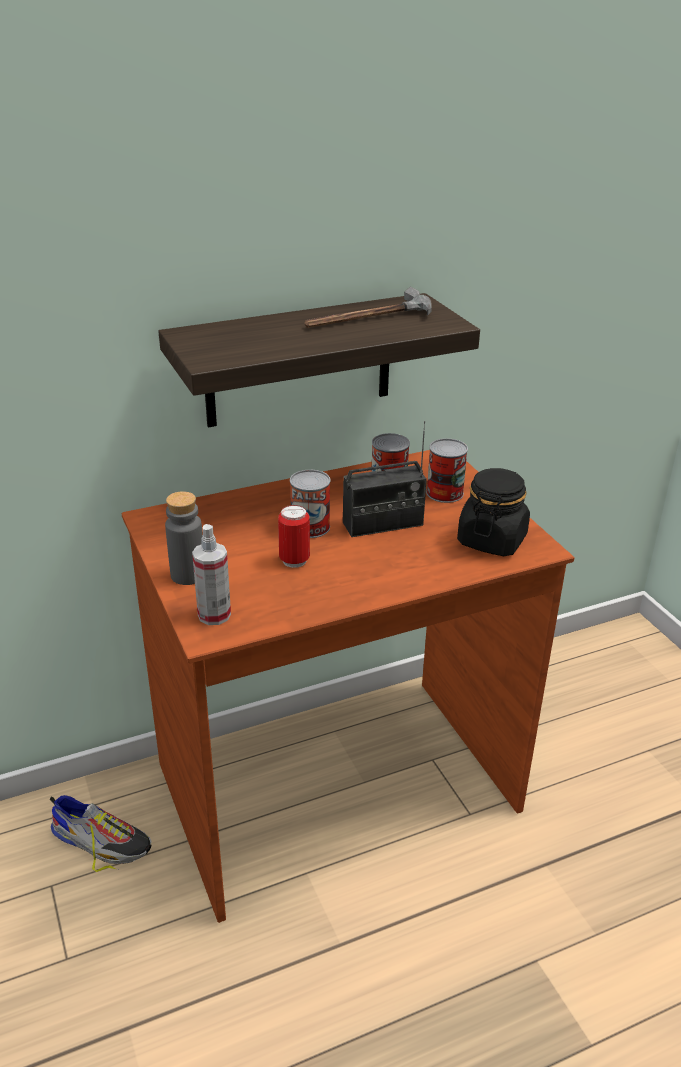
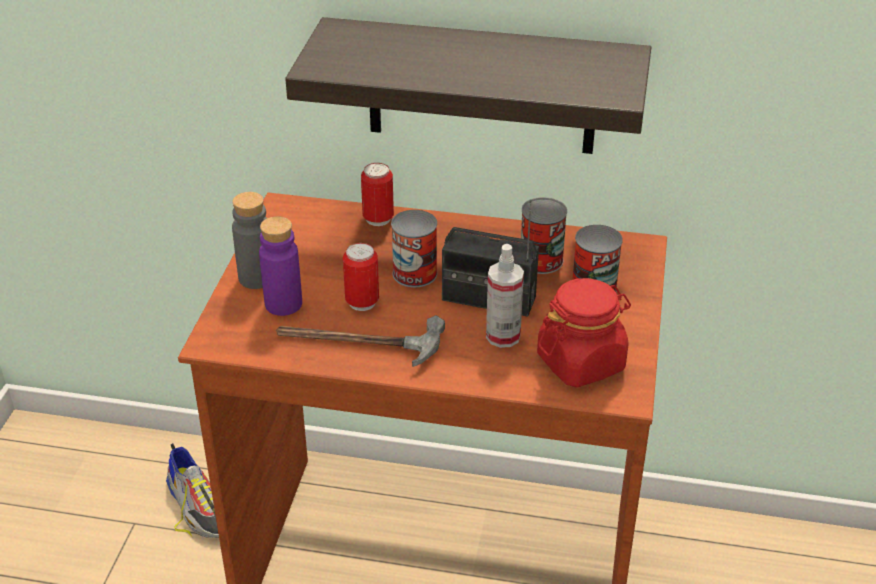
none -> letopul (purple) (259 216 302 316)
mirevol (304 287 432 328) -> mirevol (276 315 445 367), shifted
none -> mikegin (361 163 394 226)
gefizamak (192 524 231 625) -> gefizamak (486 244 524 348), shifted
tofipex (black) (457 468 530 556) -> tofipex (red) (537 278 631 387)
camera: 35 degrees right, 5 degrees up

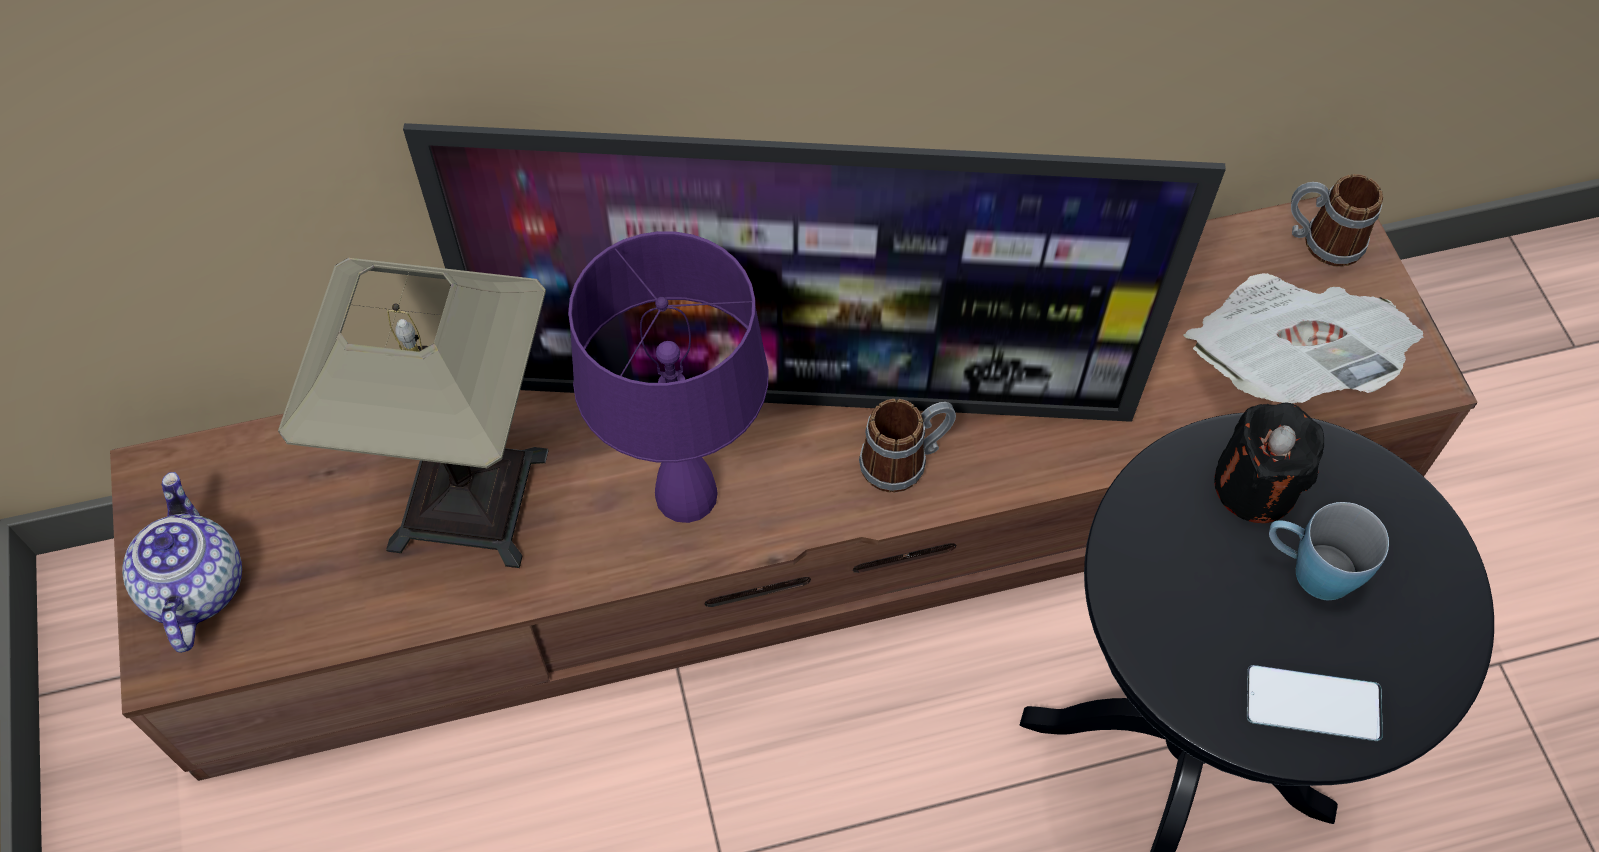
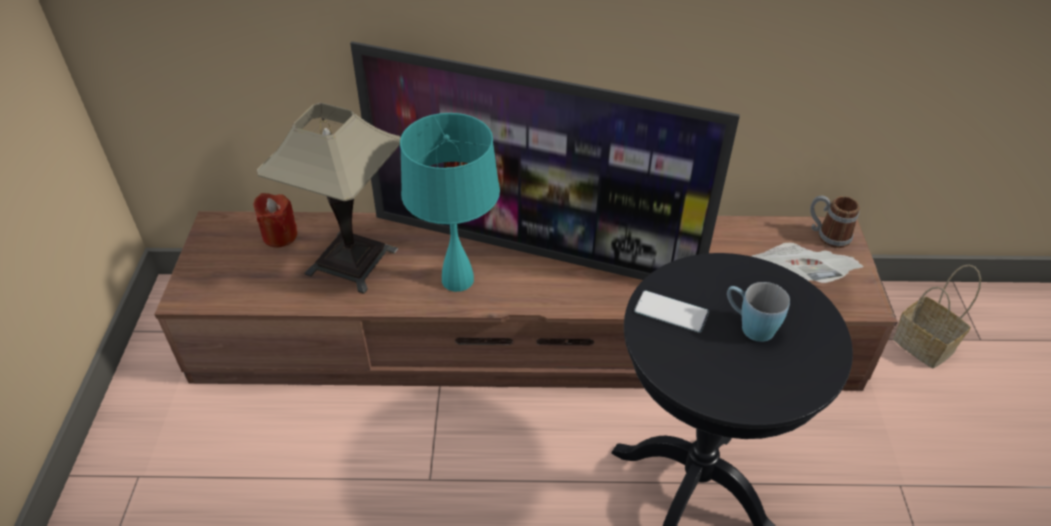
none -> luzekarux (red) (253 193 297 248)
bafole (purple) (568 231 769 523) -> bafole (turquoise) (400 113 500 292)
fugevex (1247 665 1383 741) -> fugevex (634 290 709 333), shifted
none -> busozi (893 264 981 368)
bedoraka (122 472 242 653) -> none
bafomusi (859 399 956 493) -> none
luzekarux (black) (1214 402 1324 523) -> none
camera: 15 degrees right, 15 degrees down

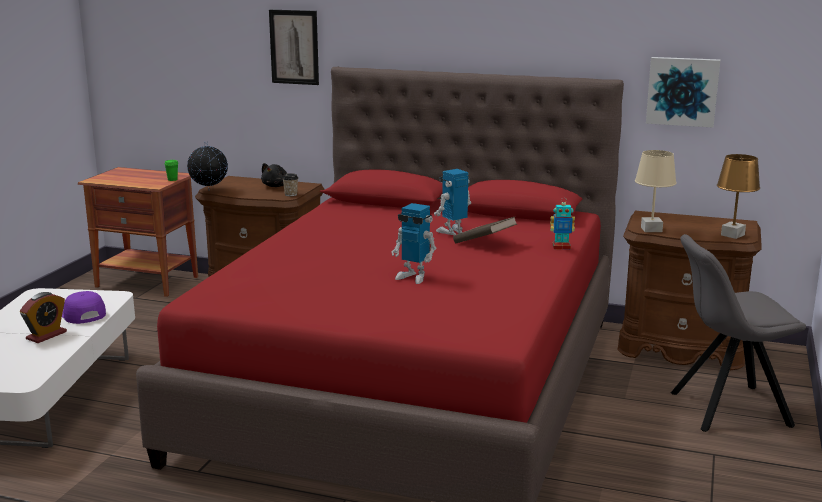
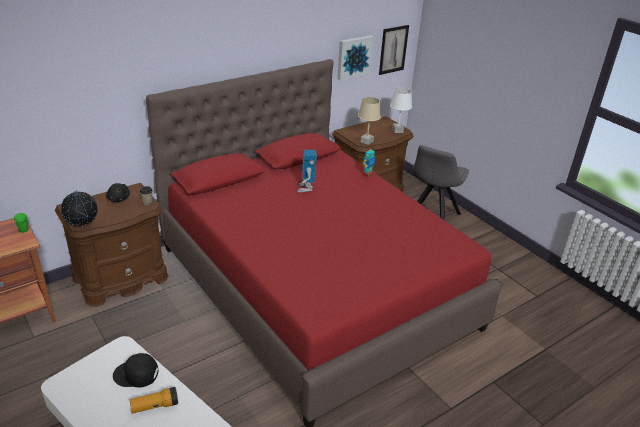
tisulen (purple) (62 291 106 324) -> tisulen (black) (113 353 158 387)
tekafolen (20 292 67 343) -> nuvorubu (130 387 178 414)
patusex (269 10 319 85) -> patusex (379 25 409 75), shifted
bafole (brown) (717 154 760 239) -> bafole (white) (390 87 412 133)
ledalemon (392 203 436 284) -> none
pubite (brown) (453 217 517 243) -> none
camera: 55 degrees left, 15 degrees up

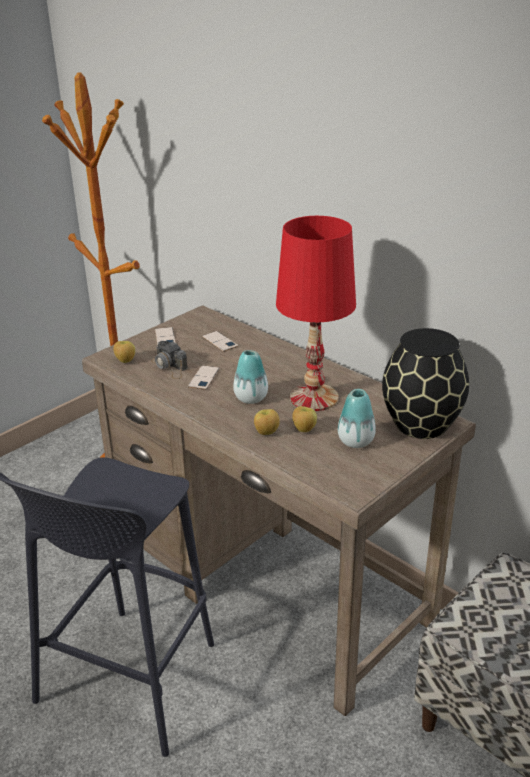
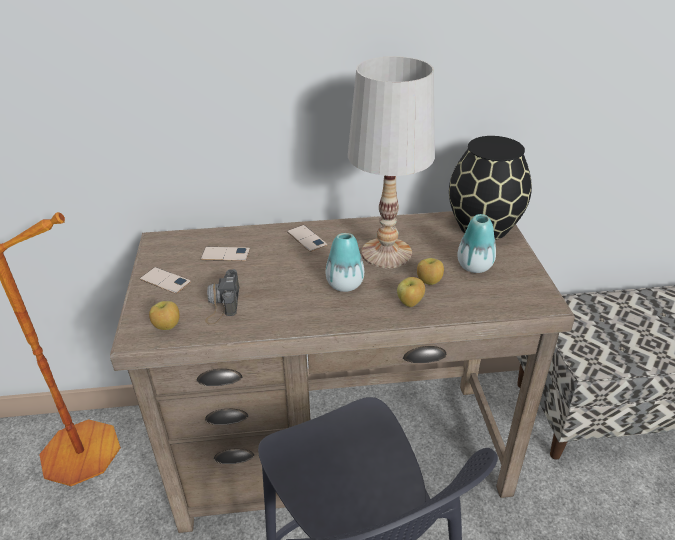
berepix (151 341 188 379) -> berepix (205 269 239 325), 90 degrees clockwise
fugevex (188 365 220 390) -> fugevex (287 225 327 252), shifted
bafole (red) (276 216 356 411) -> bafole (white) (348 56 435 268)
camera: 50 degrees left, 5 degrees up

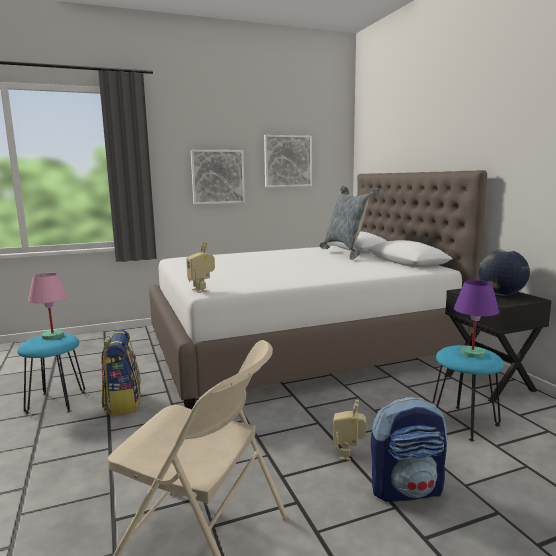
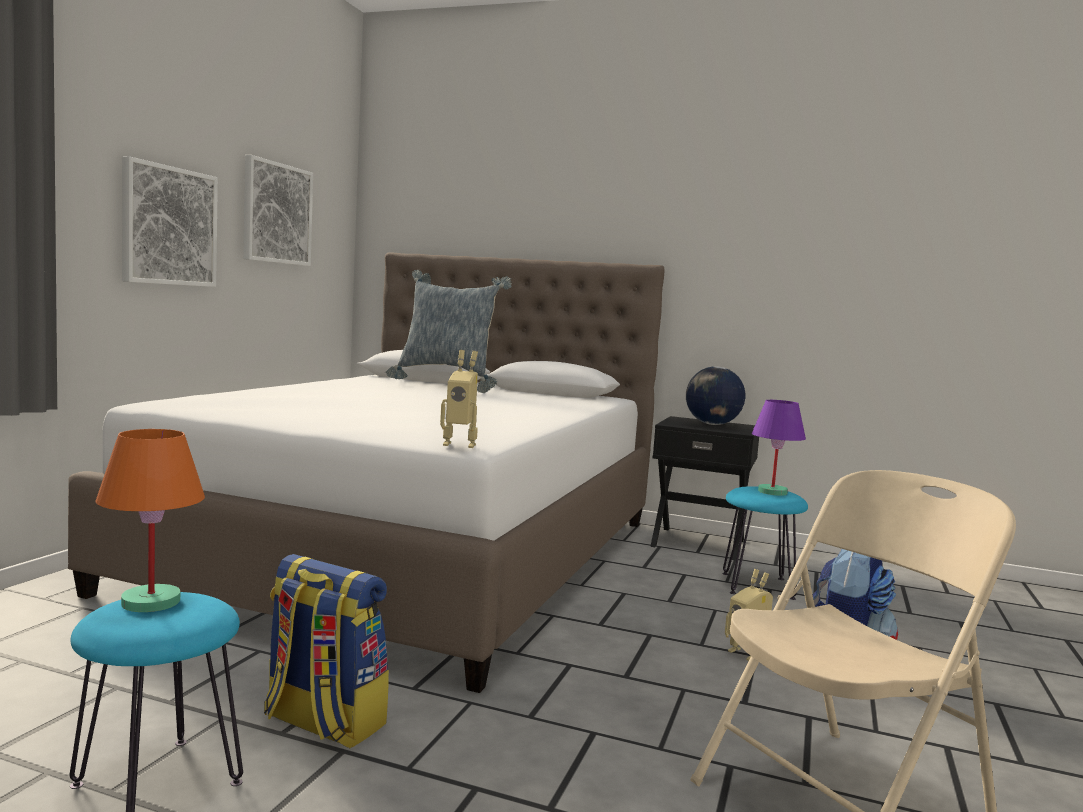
bafole (pink) (28 273 68 340) -> bafole (orange) (95 429 205 612)
camera: 50 degrees left, 5 degrees down

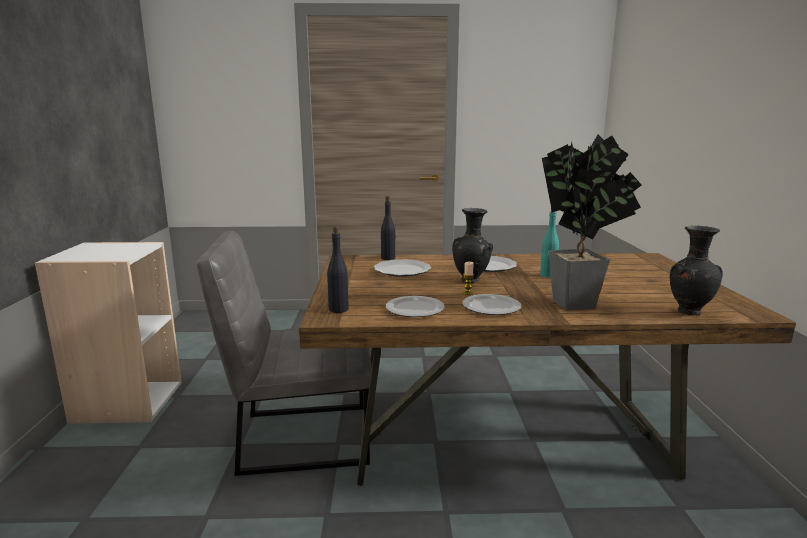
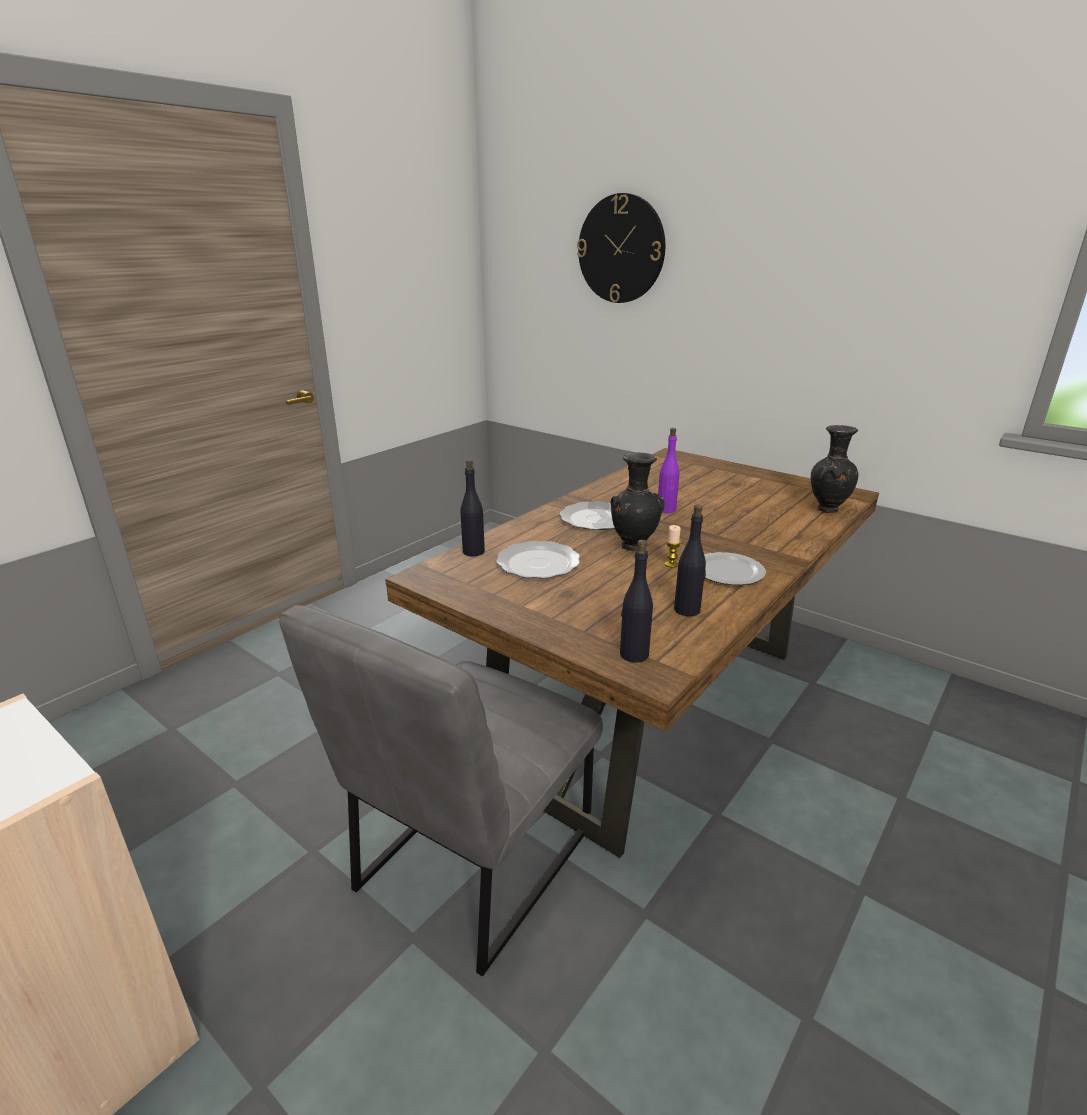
none -> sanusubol (577 193 665 303)
letopul (turquoise) (540 209 559 278) -> letopul (purple) (658 428 679 513)
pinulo (386 296 445 317) -> letopul (black) (674 505 706 616)
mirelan (542 134 641 310) -> none
camera: 50 degrees left, 10 degrees up

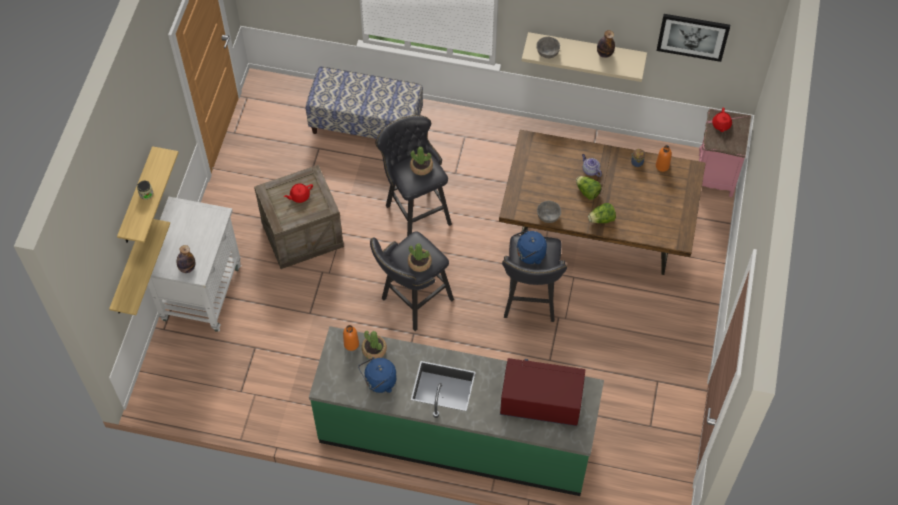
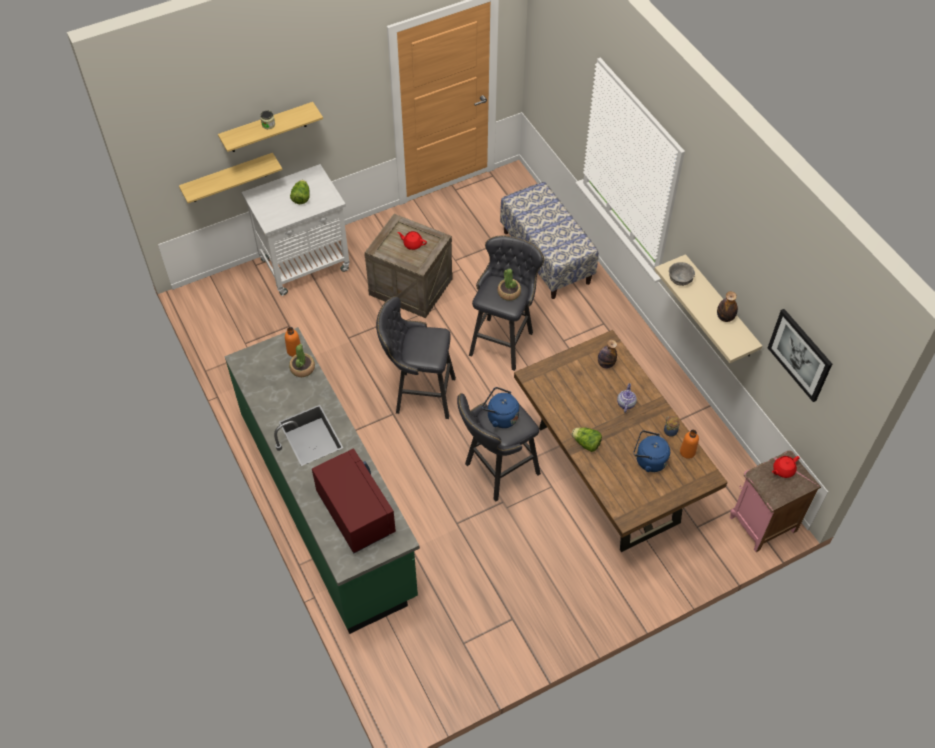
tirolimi (576 176 602 200) -> tirolimi (290 180 310 204), shifted
letopul (177 245 195 273) -> letopul (598 339 617 369), shifted
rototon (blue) (358 357 397 393) -> rototon (blue) (634 430 670 472), shifted
mirelan (408 243 432 272) -> none
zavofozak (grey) (537 201 561 223) -> none
camera: 50 degrees right, 5 degrees down

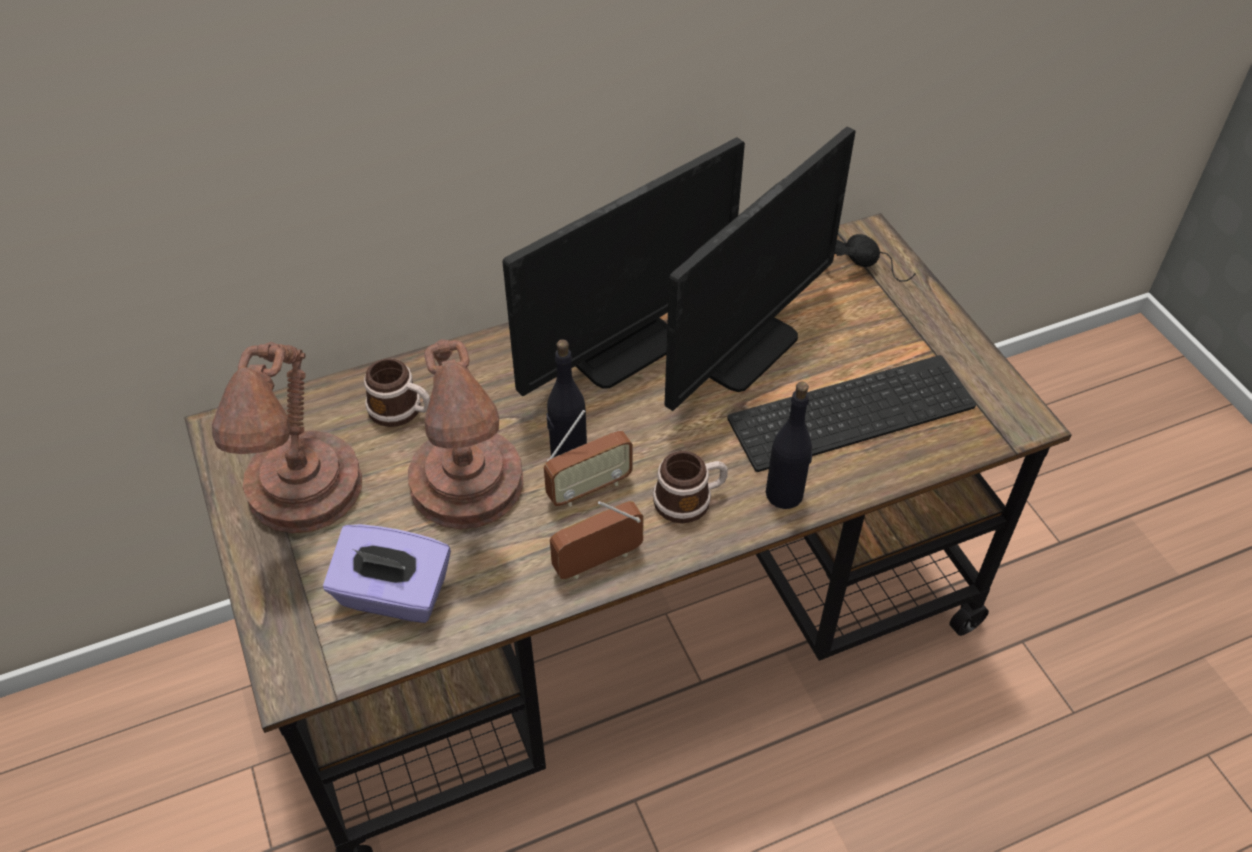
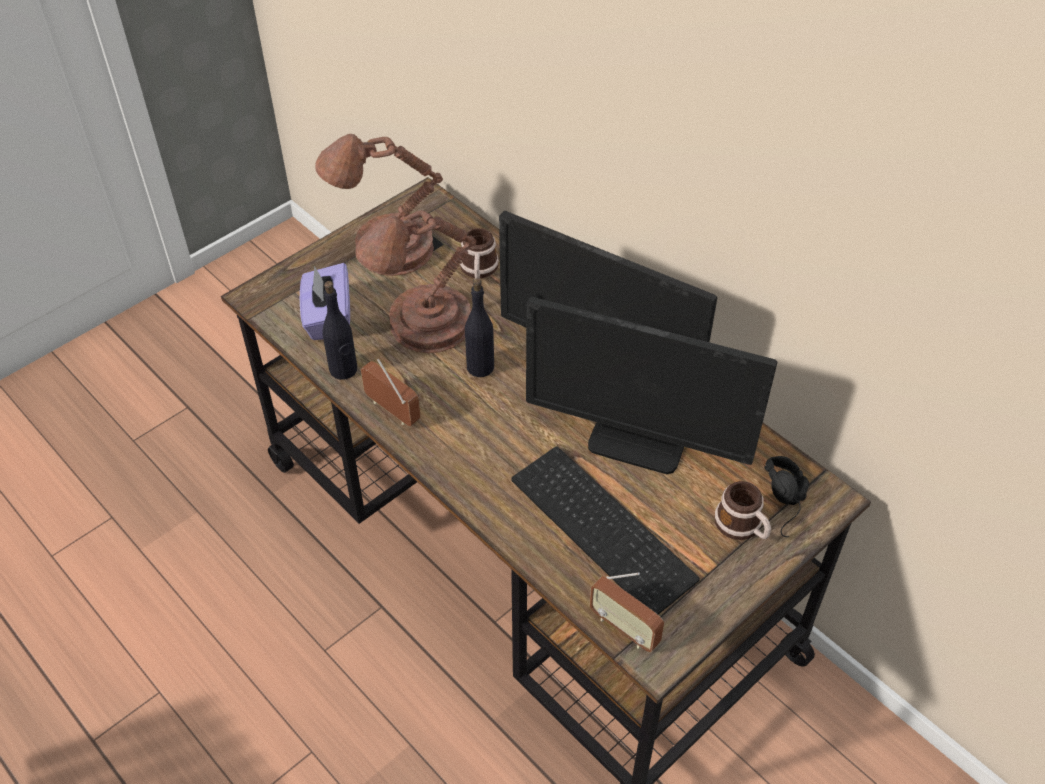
letopul (black) (766 382 812 509) -> letopul (black) (322 281 357 380), shifted
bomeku (544 410 633 506) -> bomeku (589 572 664 652), shifted
bafomusi (653 451 728 523) -> bafomusi (715 481 771 540), shifted
camera: 70 degrees right, 0 degrees up

